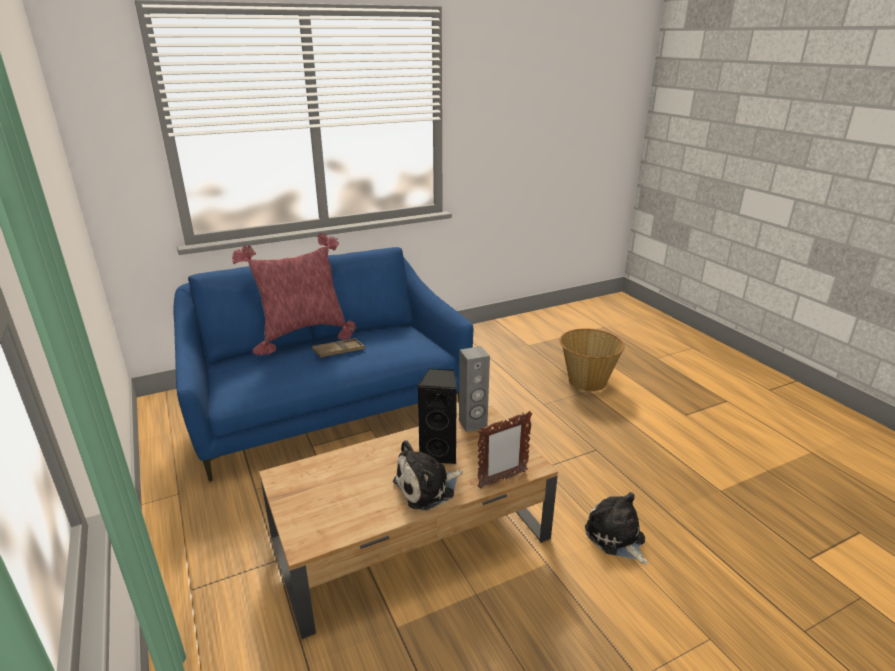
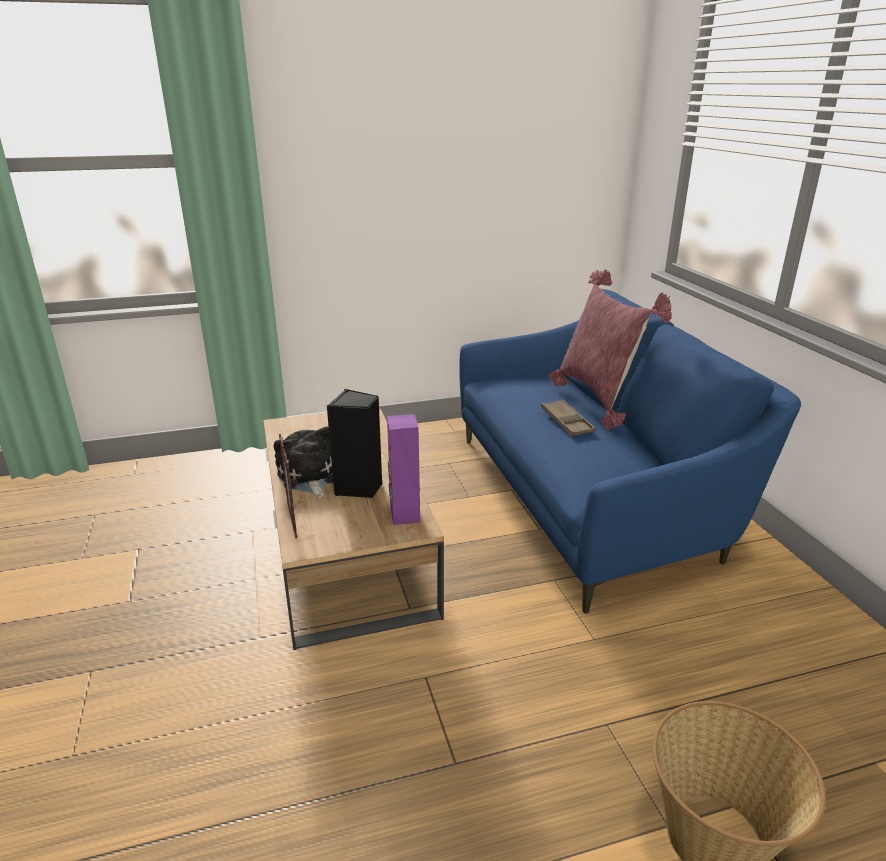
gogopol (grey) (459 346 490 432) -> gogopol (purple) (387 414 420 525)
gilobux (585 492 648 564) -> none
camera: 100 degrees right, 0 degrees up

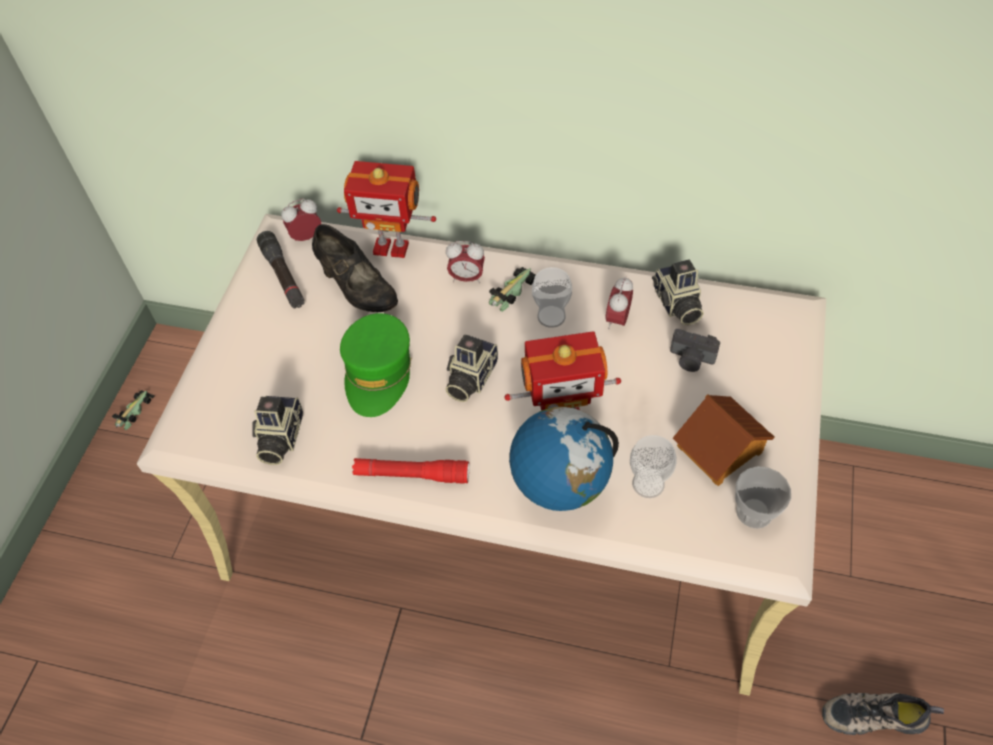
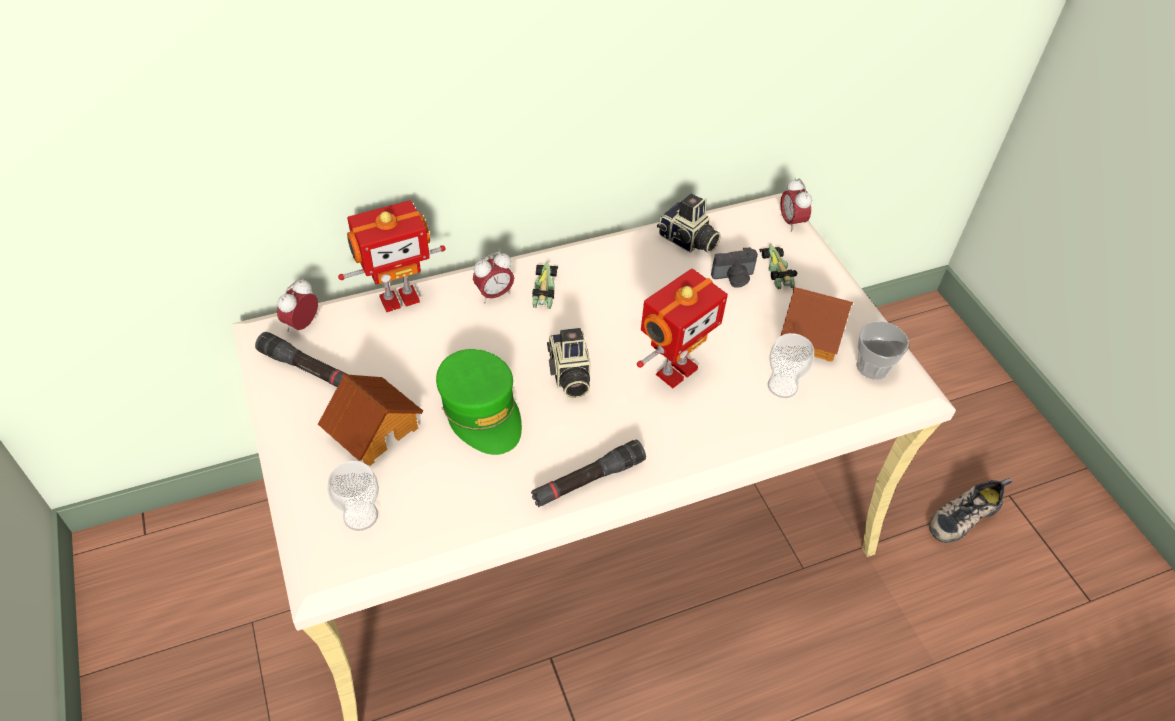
none -> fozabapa (318 374 423 466)
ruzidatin (532 267 572 328) -> ruzidatin (327 461 379 531), shifted
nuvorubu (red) (352 458 469 484) -> nuvorubu (black) (531 440 646 507)
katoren (112 390 155 430) -> katoren (759 244 798 289), shifted
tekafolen (606 277 633 329) -> tekafolen (780 178 812 232), shifted
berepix (253 396 303 465) -> none
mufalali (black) (312 224 398 312) -> none
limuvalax (509 407 619 511) -> none
camera: 40 degrees left, 5 degrees down

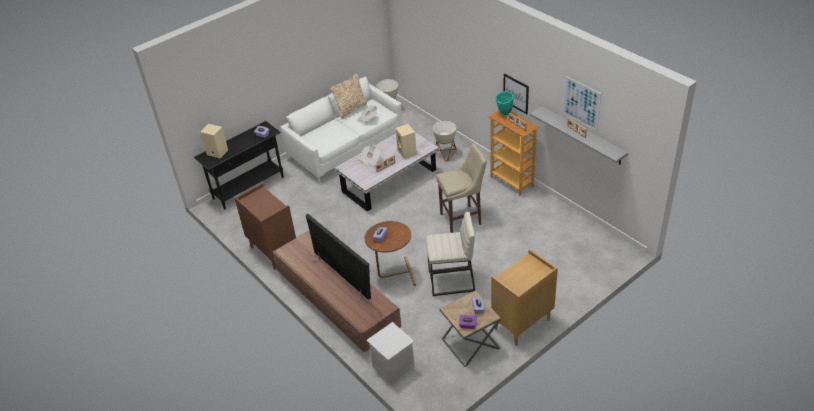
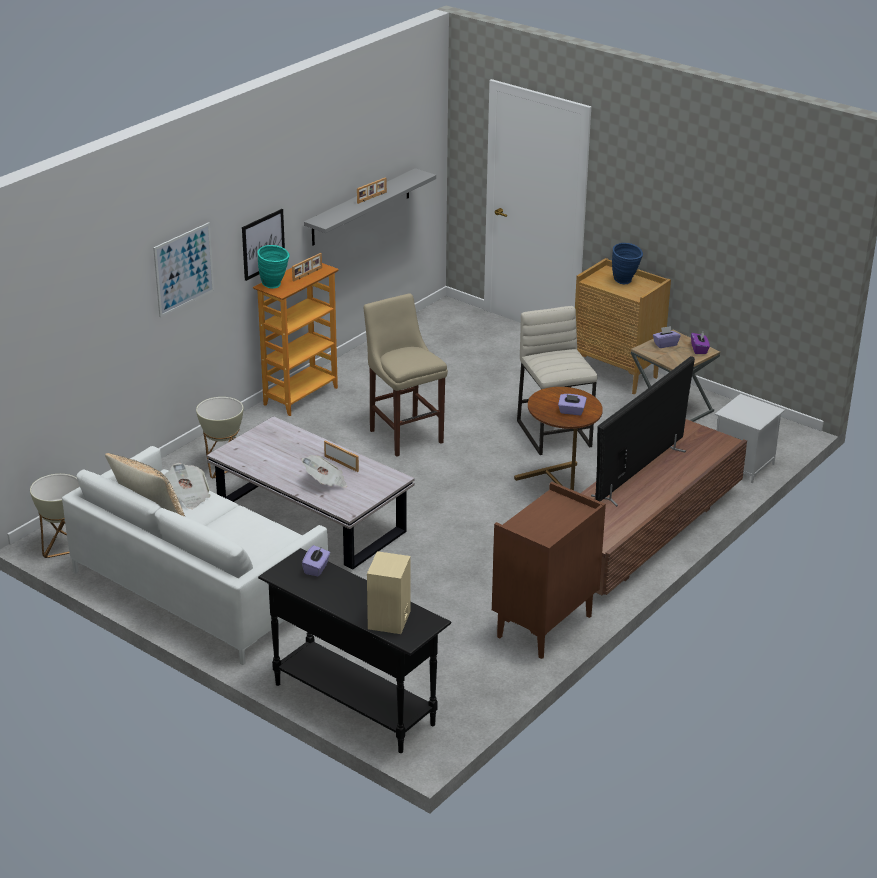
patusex (562 76 602 131) -> patusex (153 222 214 317), shifted
none -> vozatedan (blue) (612 243 643 284)
gogopol (beige) (395 124 417 159) -> none
camera: 105 degrees left, 10 degrees down

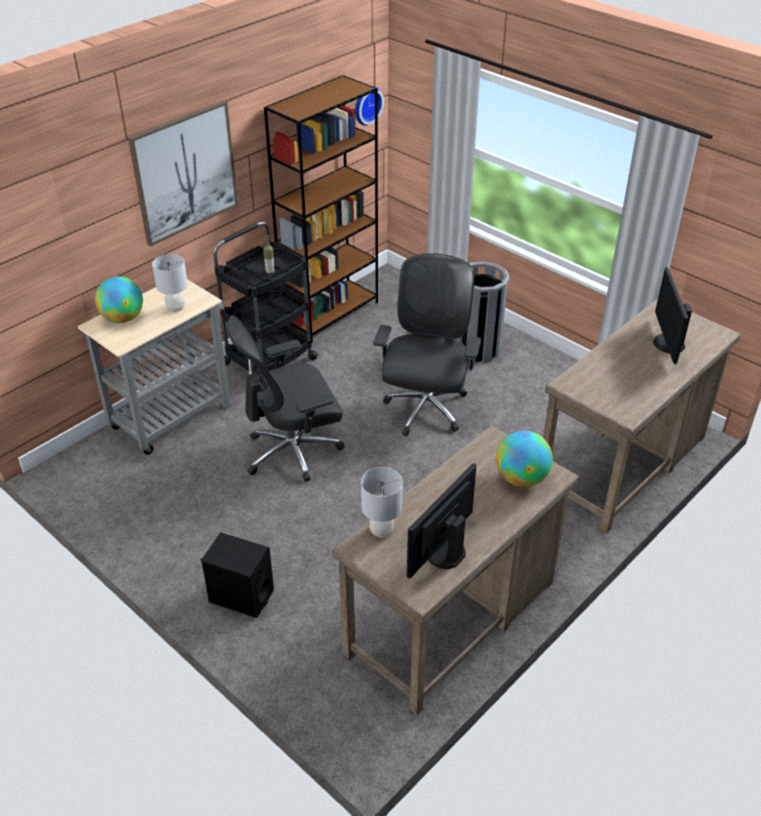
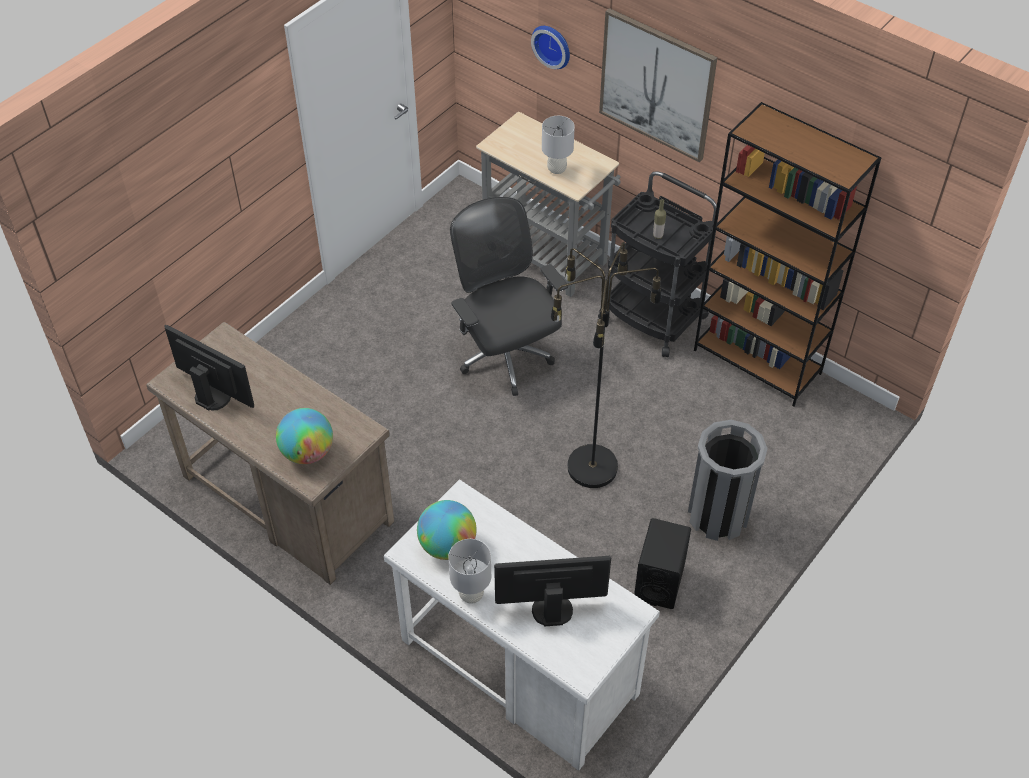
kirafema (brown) (543 299 741 533) -> kirafema (white) (384 479 660 771)
limuvalax (95 276 143 323) -> limuvalax (417 500 477 560), shifted
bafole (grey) (361 467 403 538) -> bafole (grey) (448 539 491 604), shifted
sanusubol (355 86 384 126) -> sanusubol (531 26 570 69), shifted
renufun (373 253 481 436) -> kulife (551 242 661 488)
gogopol (black) (201 533 274 618) -> gogopol (black) (634 518 691 609), shifted
camera: 85 degrees right, 10 degrees up

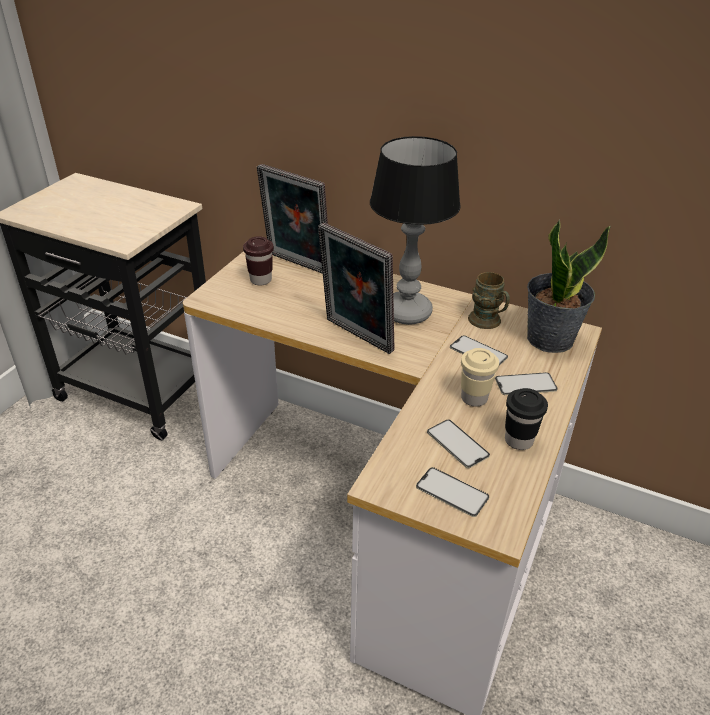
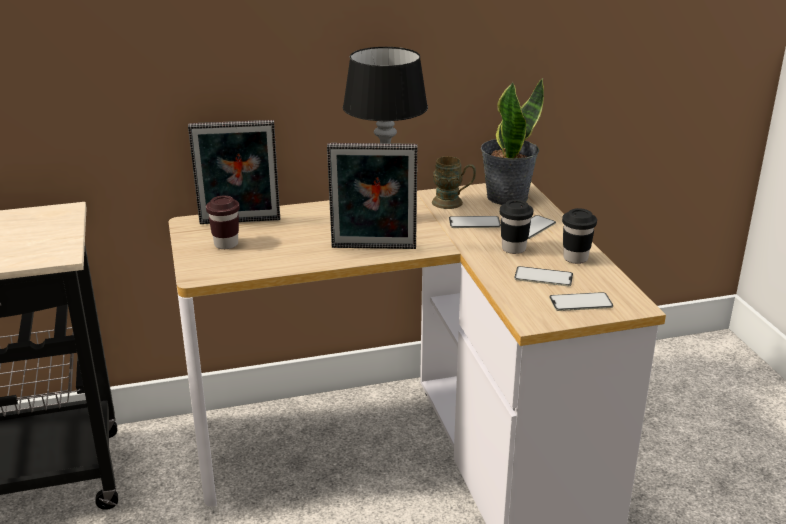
ruzidatin (beige) (461 348 499 407) -> ruzidatin (black) (500 200 533 254)
camera: 40 degrees left, 10 degrees down

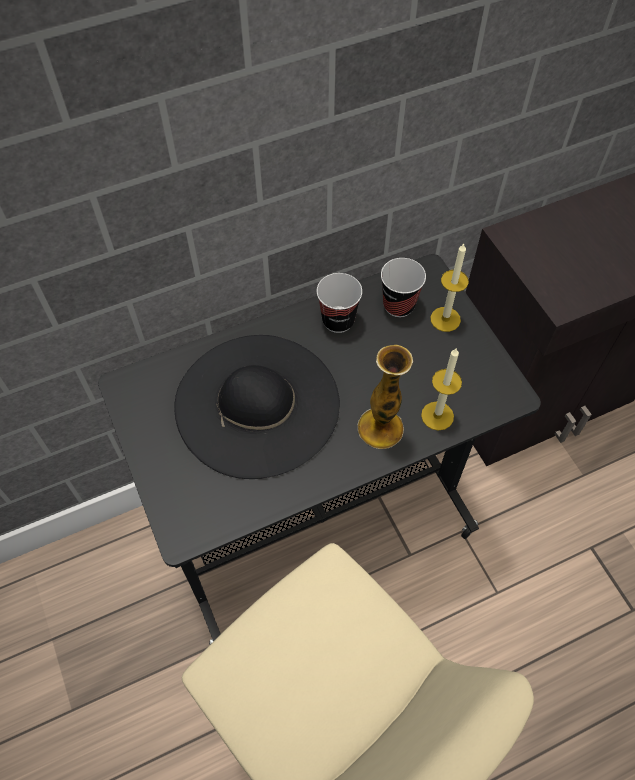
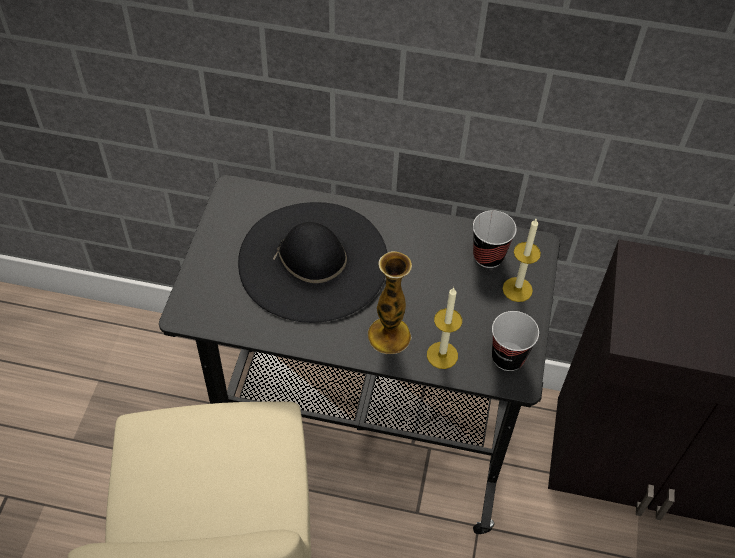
ruzidatin (317 273 362 333) -> ruzidatin (492 311 539 371), shifted
camera: 35 degrees right, 5 degrees down

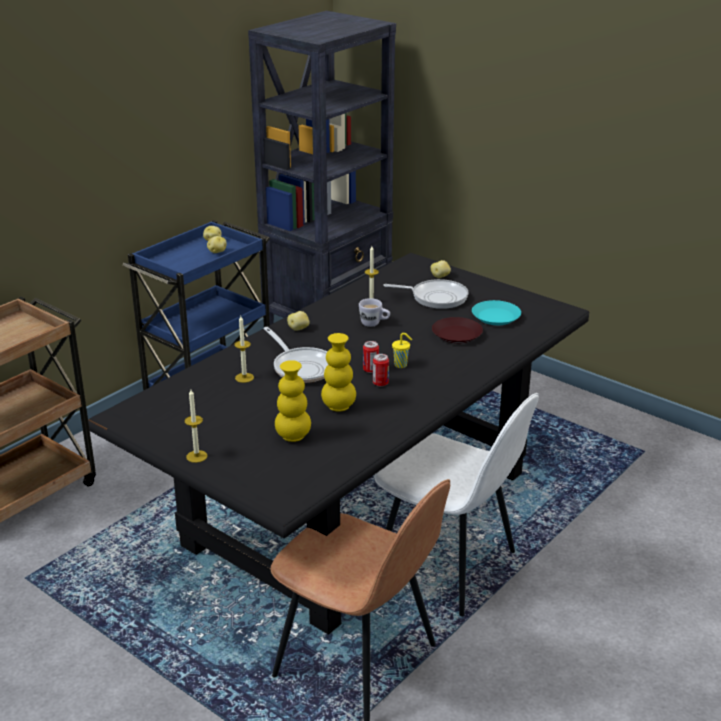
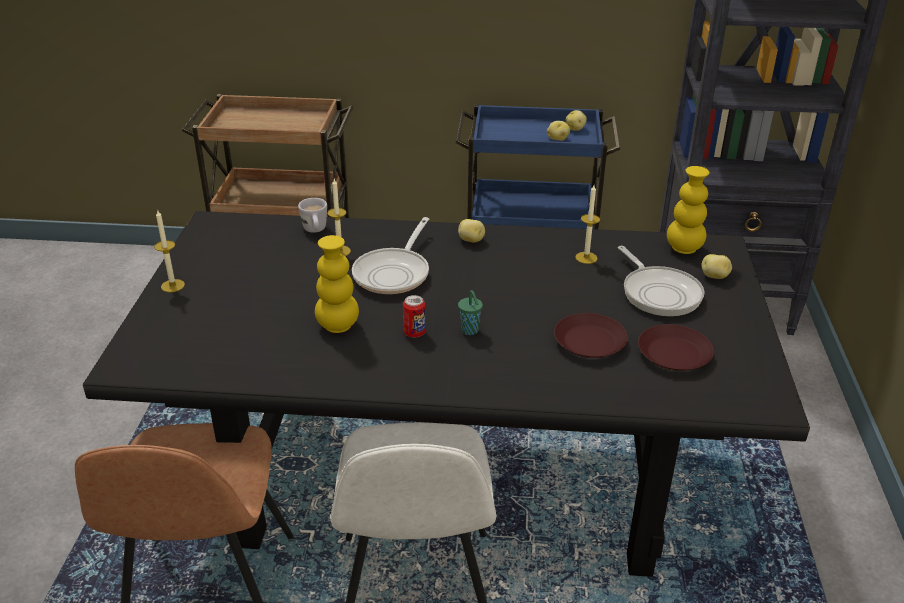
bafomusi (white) (359 298 390 327) -> bafomusi (white) (298 198 327 233), shifted
ruzidatin (yellow) (392 333 412 368) -> ruzidatin (green) (458 290 483 335)
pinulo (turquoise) (472 300 521 325) -> pinulo (brown) (638 324 714 371)
vozatedan (yellow) (275 360 311 442) -> vozatedan (yellow) (667 166 709 254), shifted
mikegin (363 341 379 373) -> none
camera: 55 degrees right, 5 degrees up

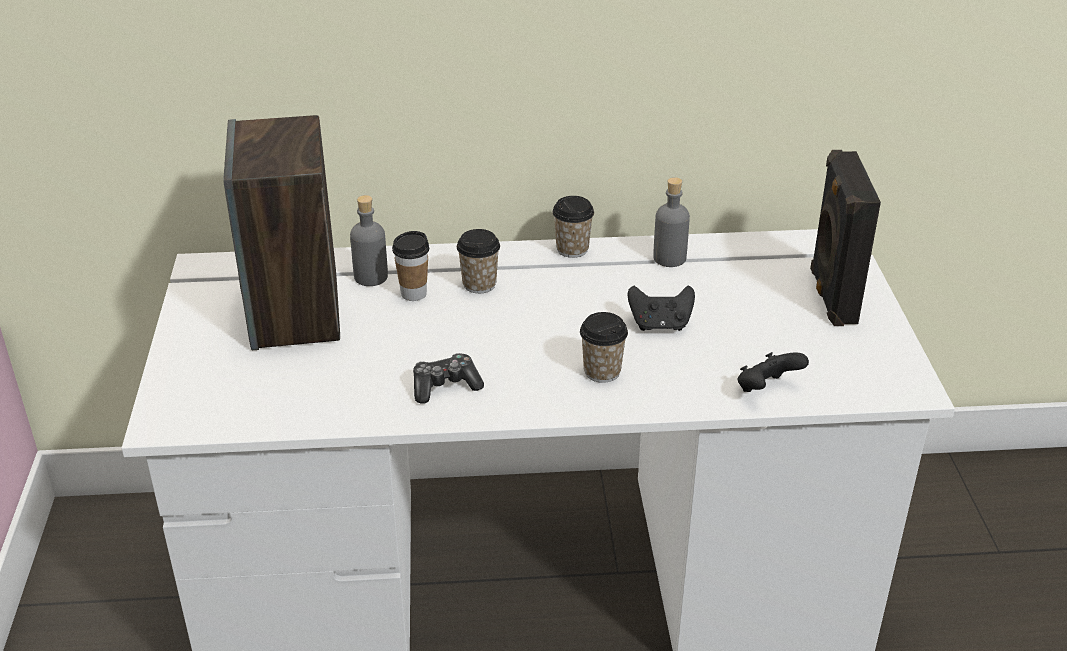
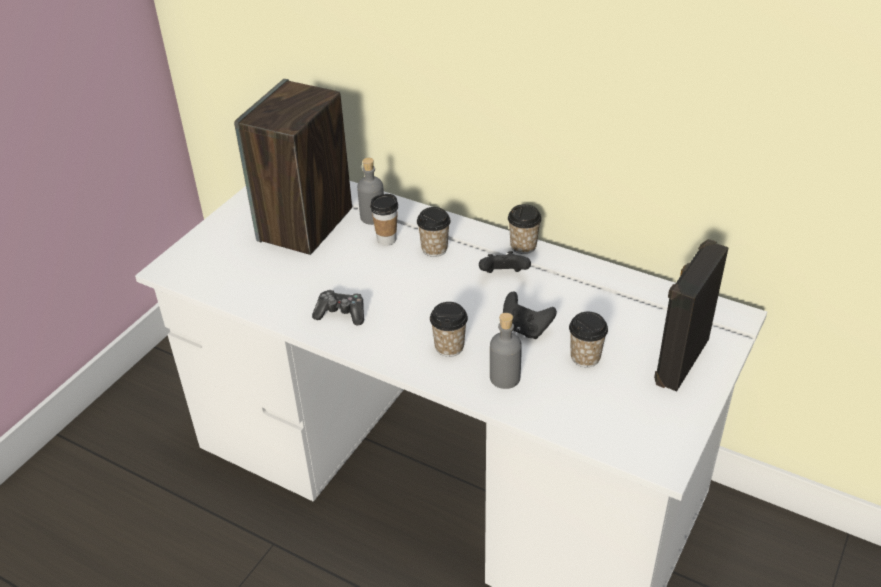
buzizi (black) (738 352 809 392) -> buzizi (black) (479 251 531 273), shifted
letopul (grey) (653 177 690 267) -> letopul (grey) (490 313 522 389), shifted
none -> ruzidatin (569 312 608 367)
camera: 35 degrees right, 5 degrees up

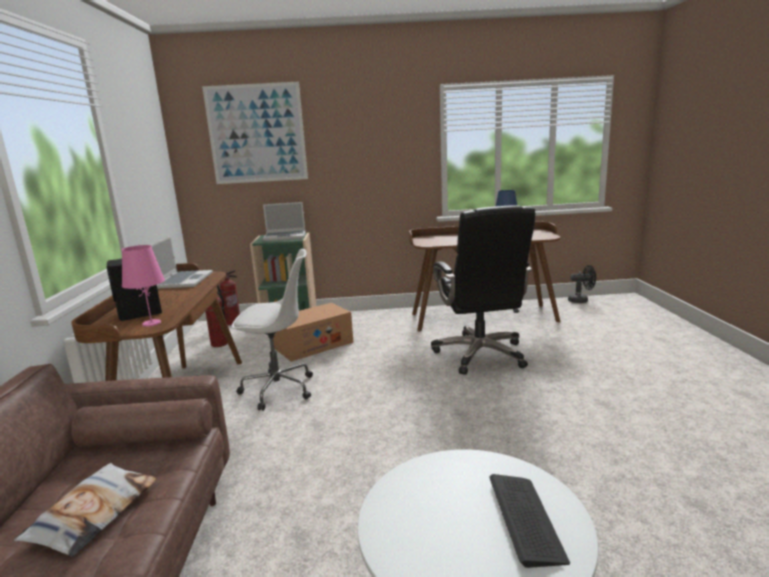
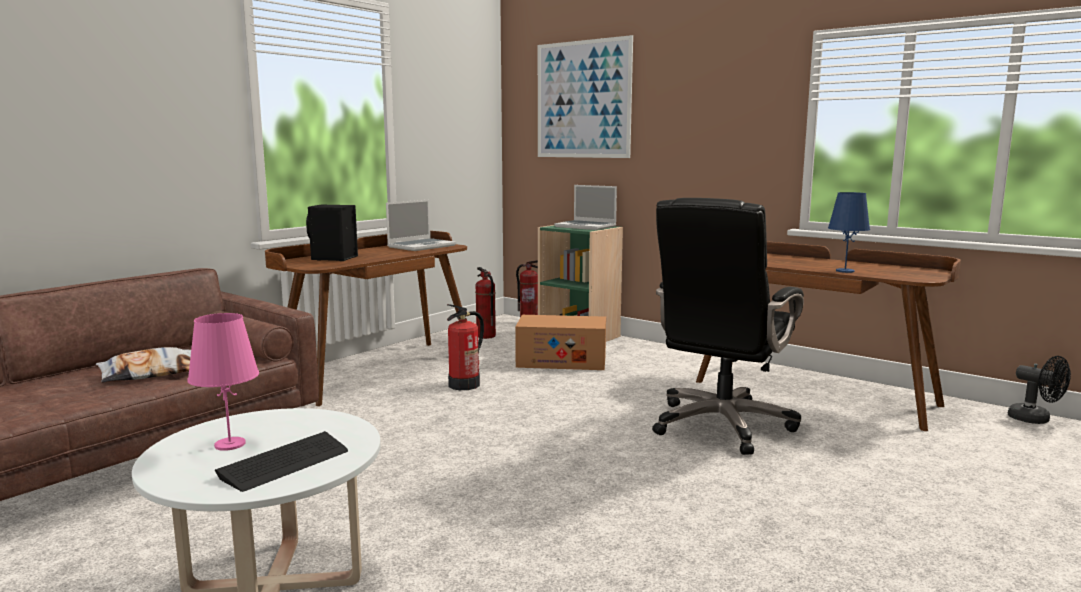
bafole (pink) (122 245 165 327) -> bafole (pink) (187 313 259 451), shifted
renufun (white) (231 249 313 411) -> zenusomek (447 304 484 390)
camera: 40 degrees right, 5 degrees down

